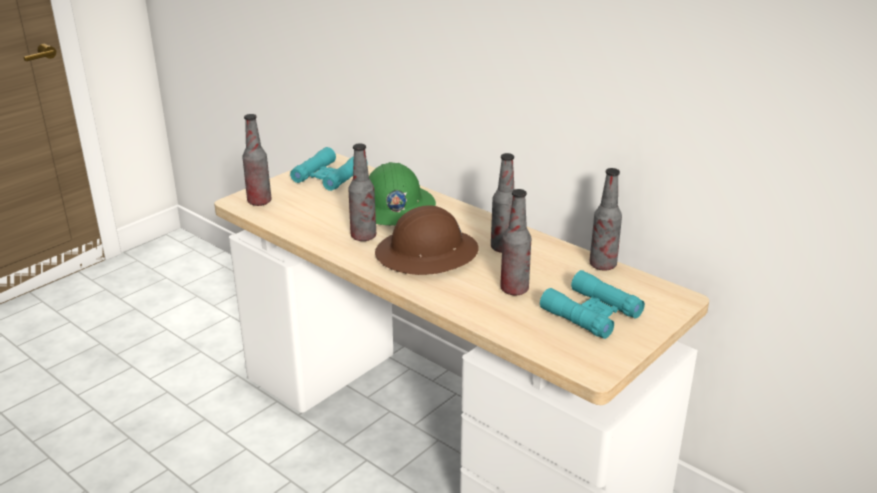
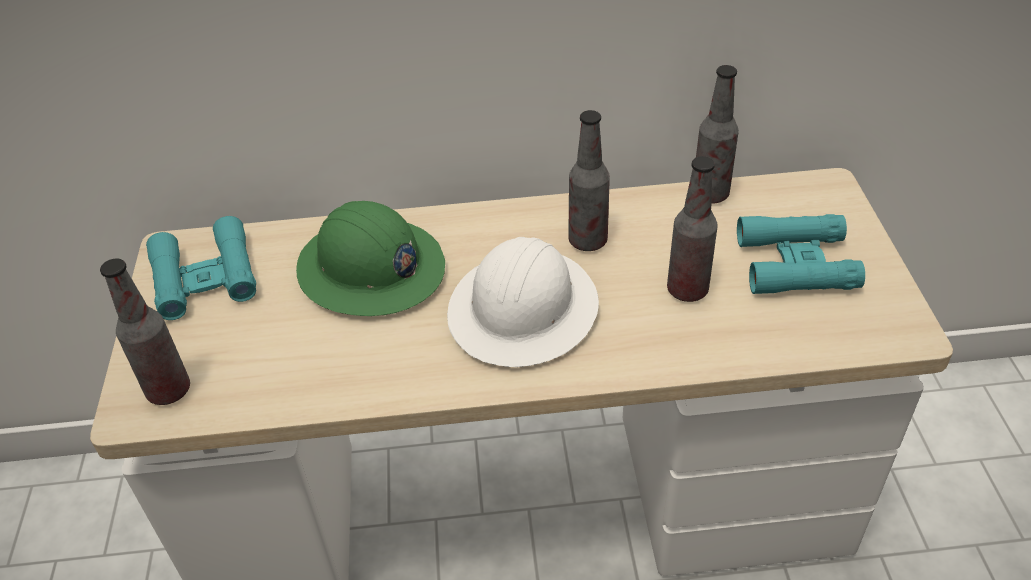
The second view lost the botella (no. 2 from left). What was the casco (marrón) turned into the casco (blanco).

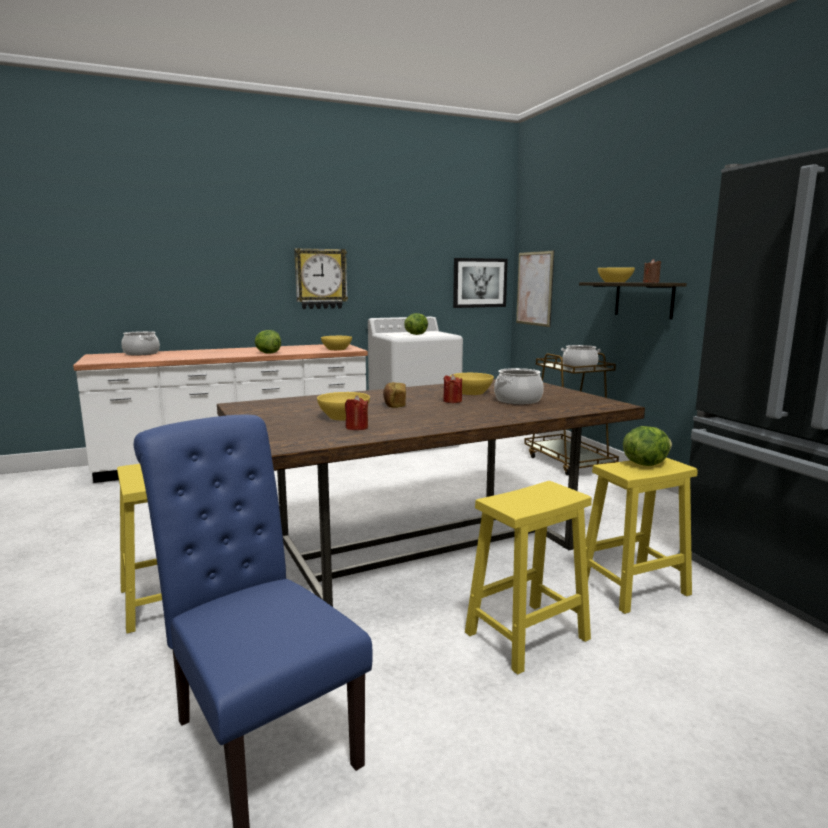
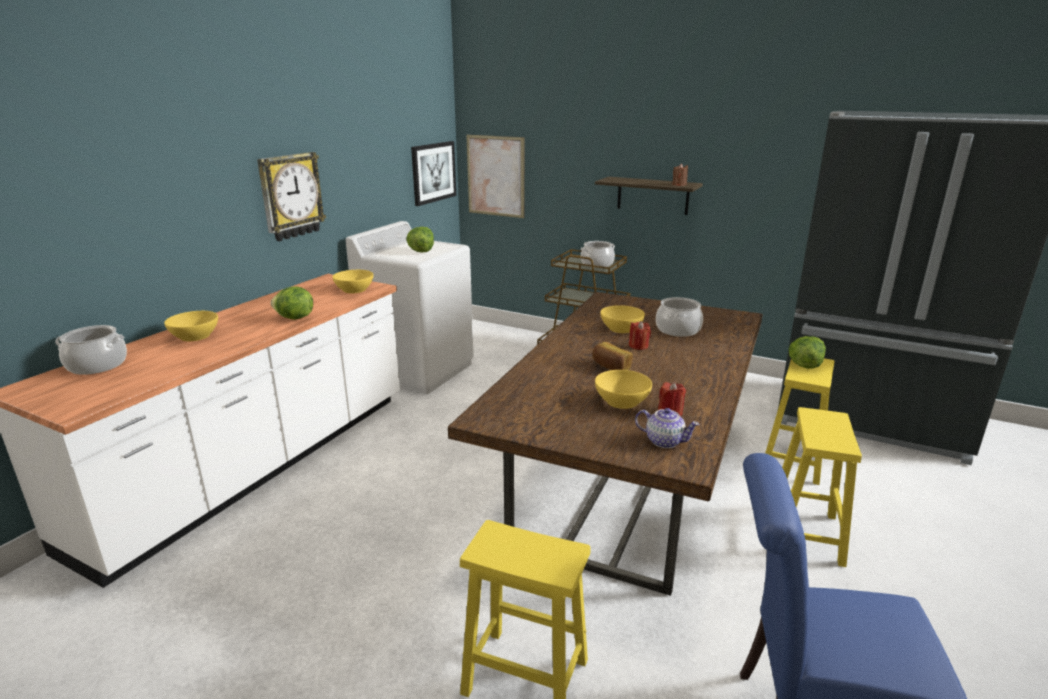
The cuenco (amarillo) (no. 4 from left in the first image) ended up elsewhere. The second view gained the tetera.

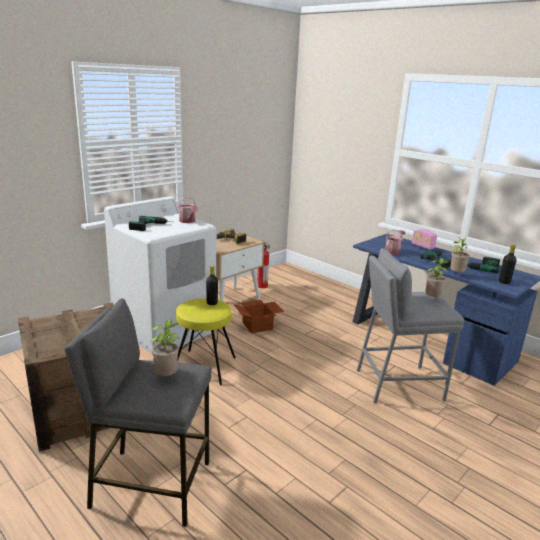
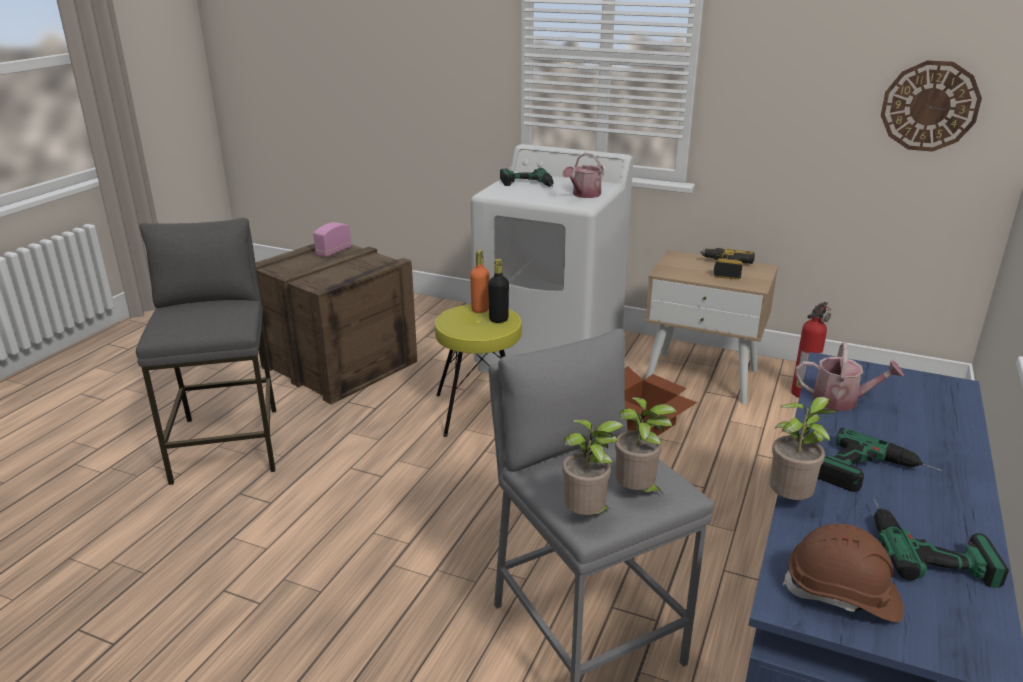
The radio ended up elsewhere. Where the botella (negro) (no. 2 from left) stood, the casco (marrón) came to stand. The planta en maceta (no. 1 from left) ended up elsewhere. The second view gained the reloj de pared. The second view gained the botella (naranja).

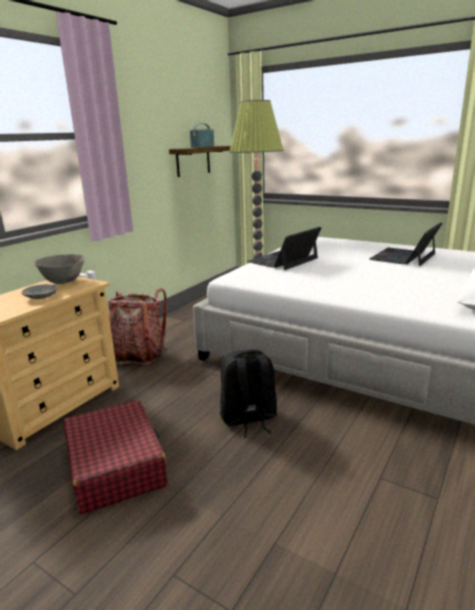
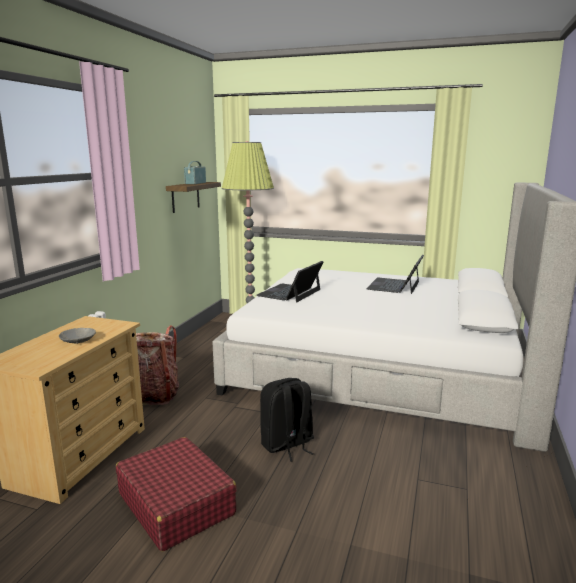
The second view lost the cuenco (gris) (no. 2 from left).

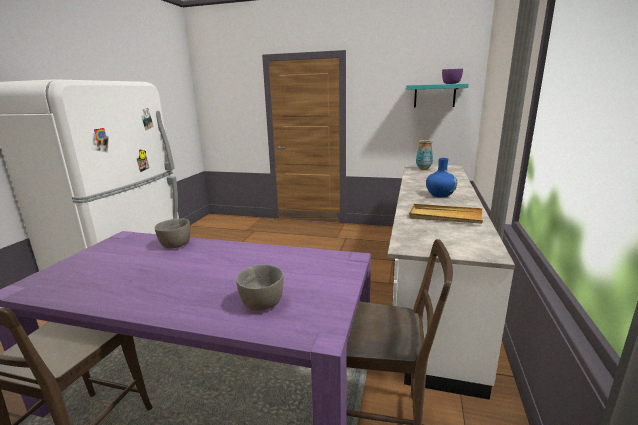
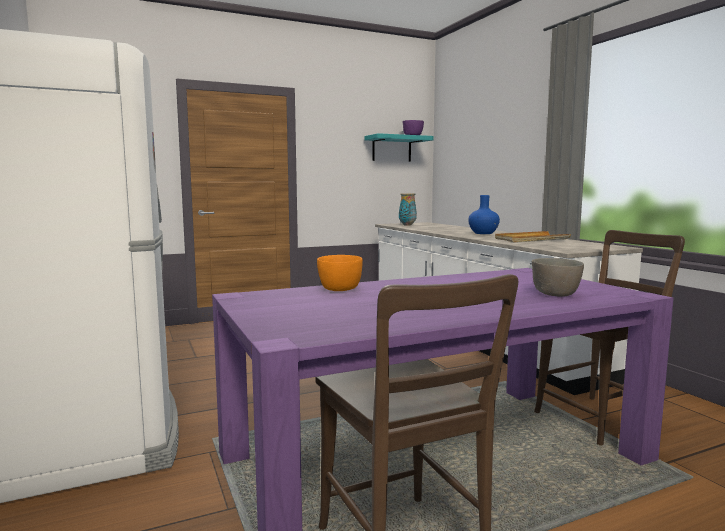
What was the cuenco (gris) (no. 1 from left) turned into the cuenco (naranja).

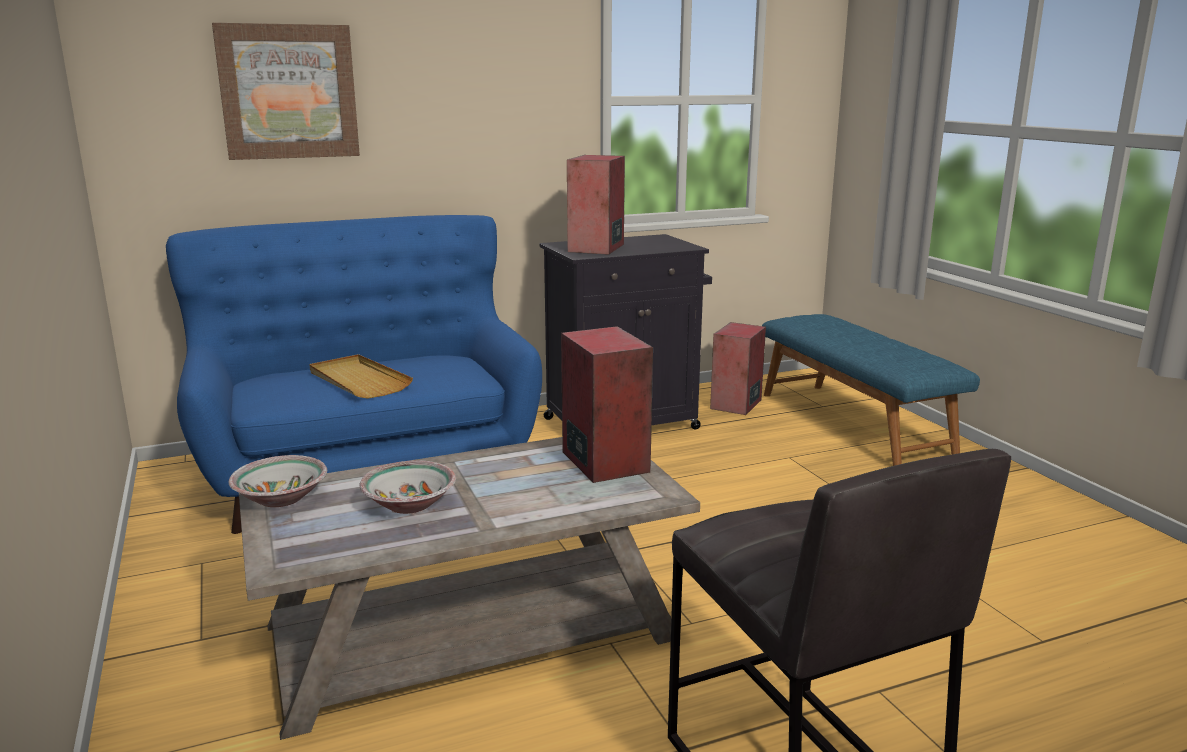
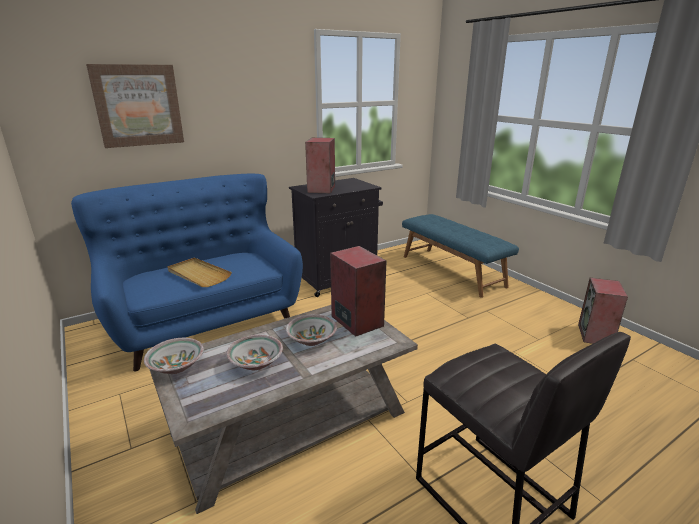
The altavoz (no. 3 from left) ended up elsewhere. The second view gained the cuenco (no. 3 from left).

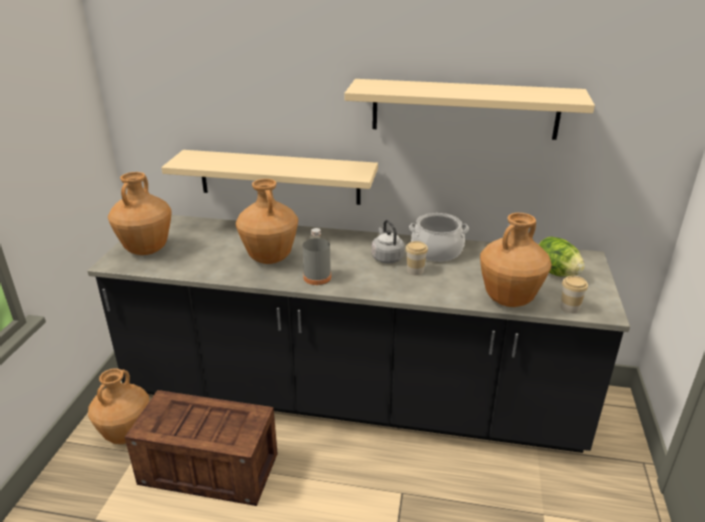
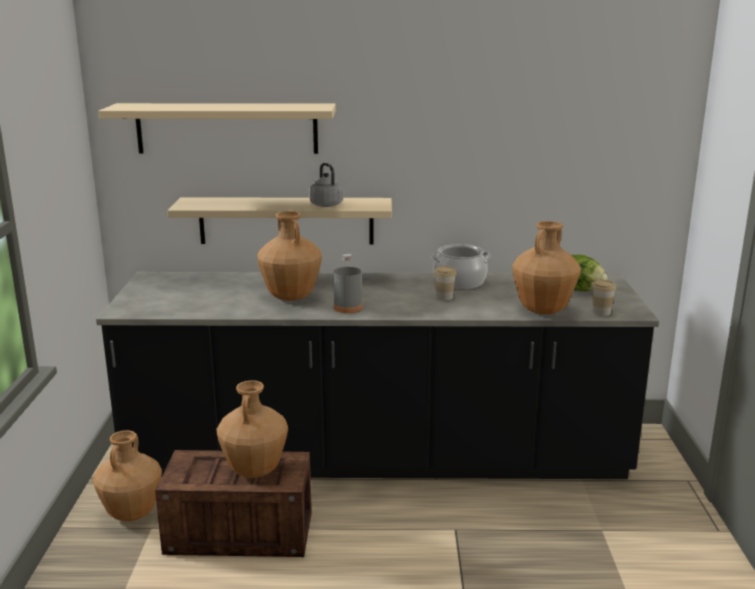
The estante (beis) (no. 2 from left in the first image) ended up elsewhere. The florero (marrón) (no. 2 from left) ended up elsewhere. The hervidor (gris) ended up elsewhere.

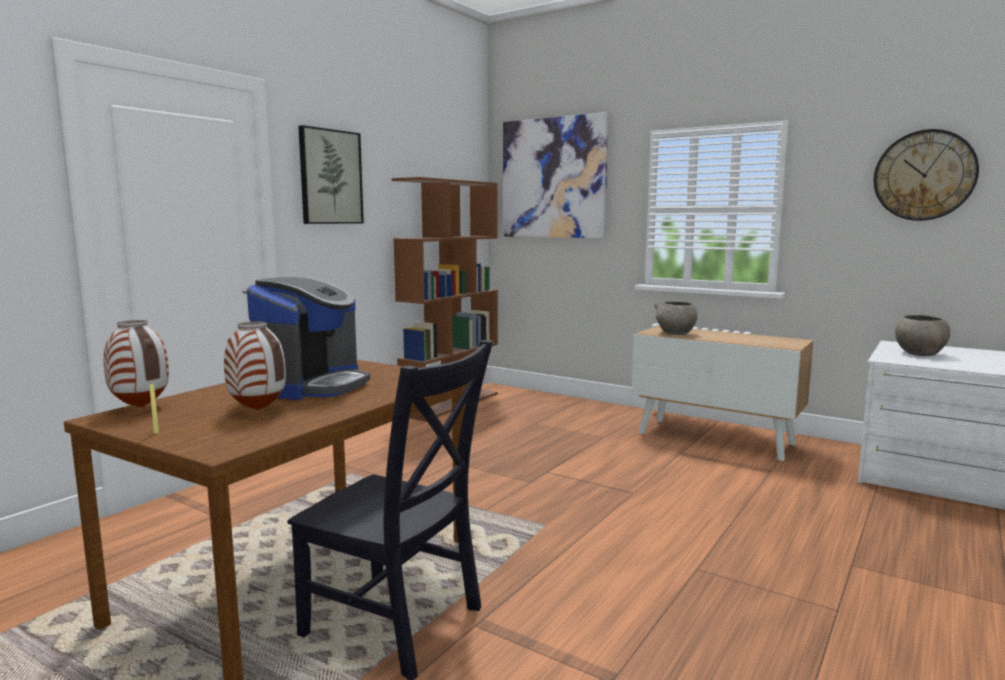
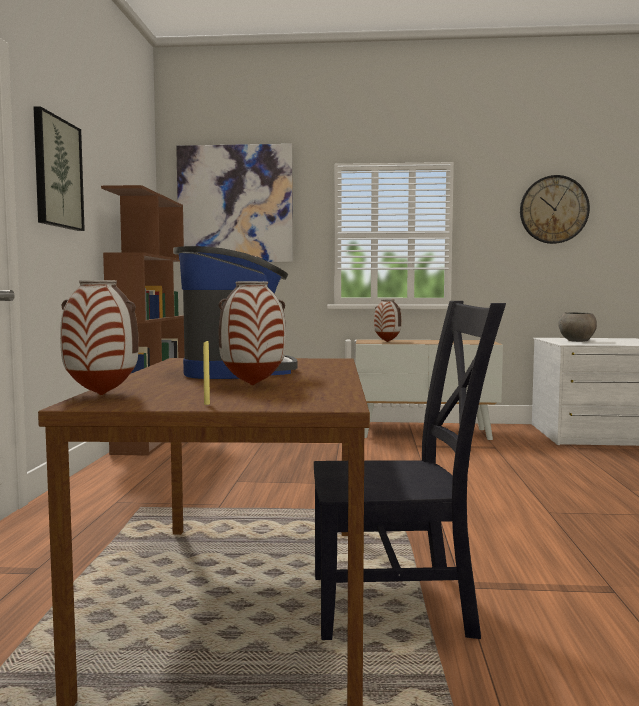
Where the cuenco (gris) (no. 1 from left) stood, the florero (no. 3 from left) came to stand.

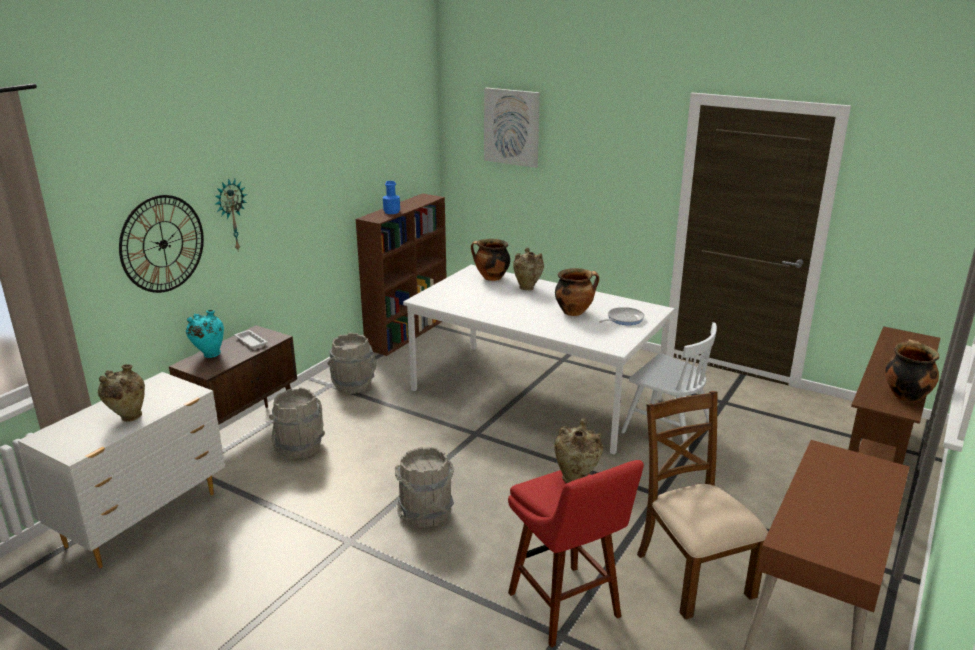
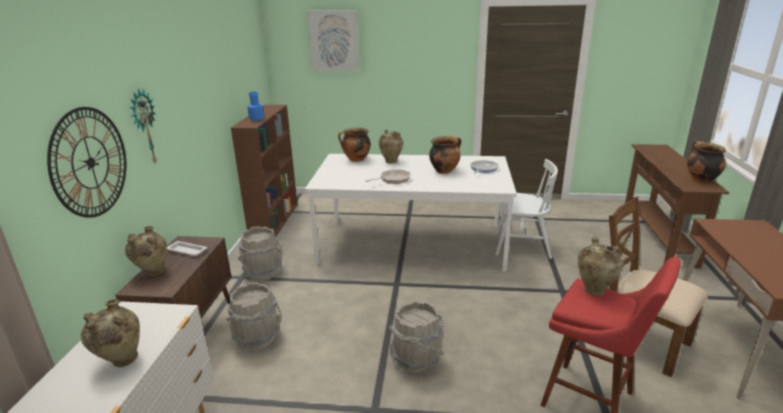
What was the florero (turquesa) turned into the florero (beis) (no. 2 from left). The second view gained the sartén (no. 1 from left).

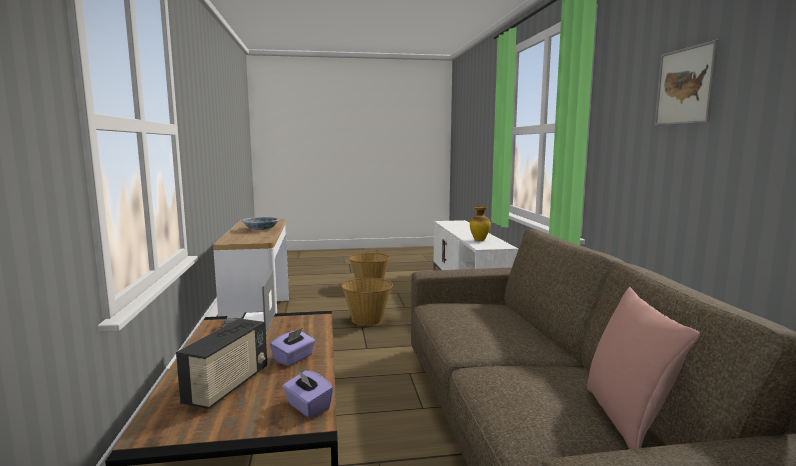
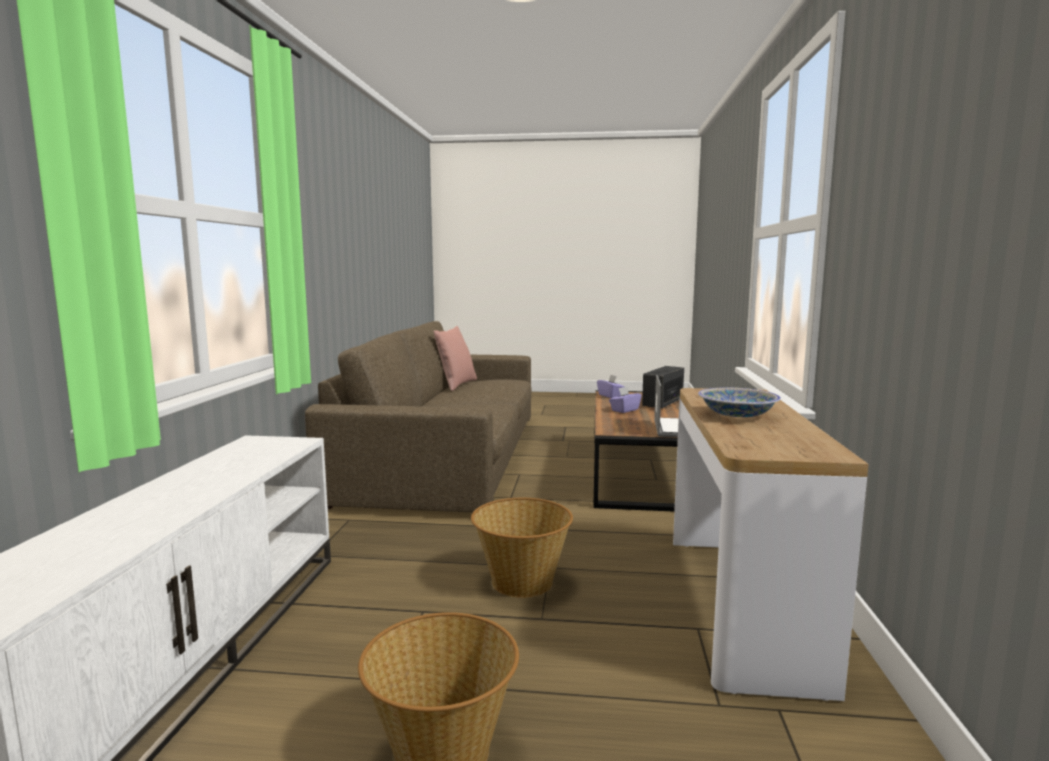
The second view lost the cuadro. The second view lost the florero.

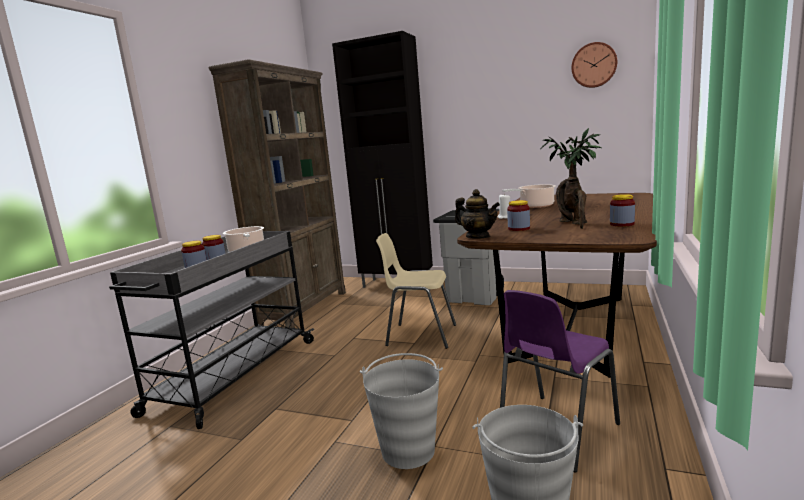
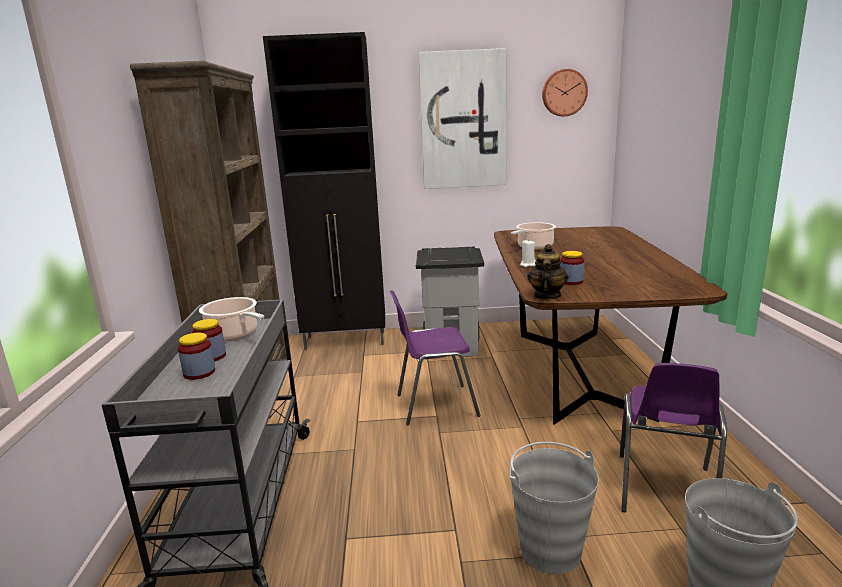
The second view lost the planta en maceta. The tetera ended up facing another way, 90 degrees counterclockwise from before. The second view lost the tarro (no. 4 from left). What was the silla (beis) turned into the silla (morado) (no. 1 from left). The second view gained the cuadro.

